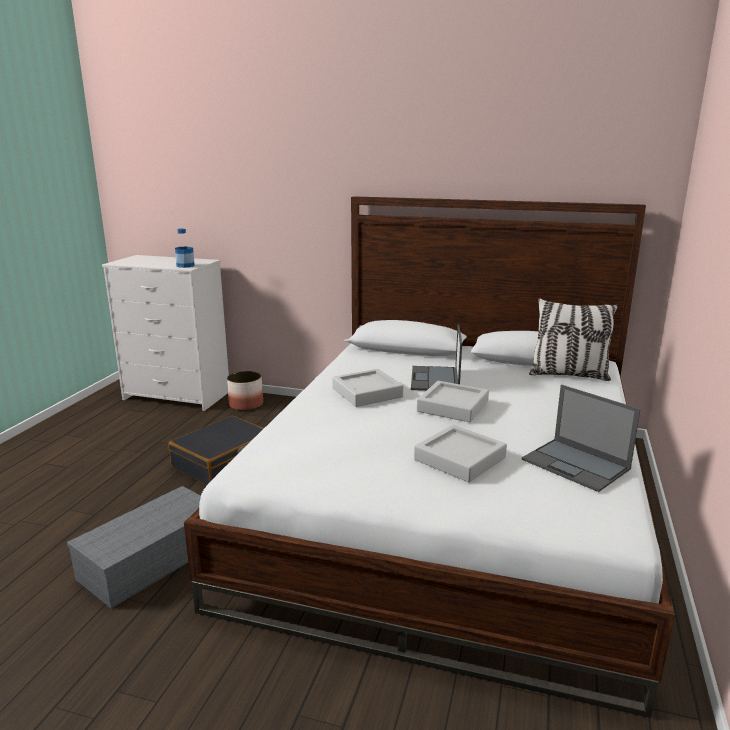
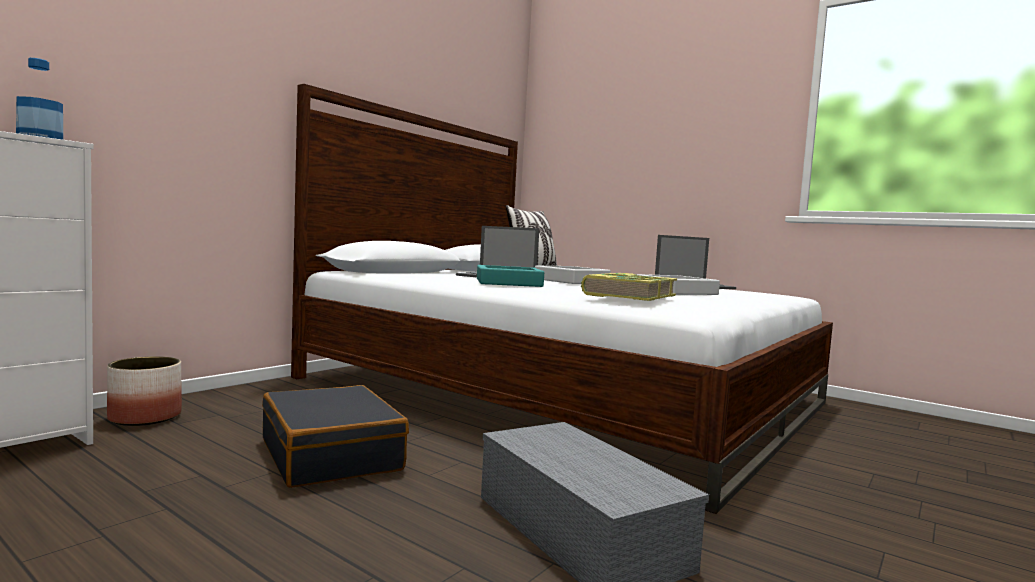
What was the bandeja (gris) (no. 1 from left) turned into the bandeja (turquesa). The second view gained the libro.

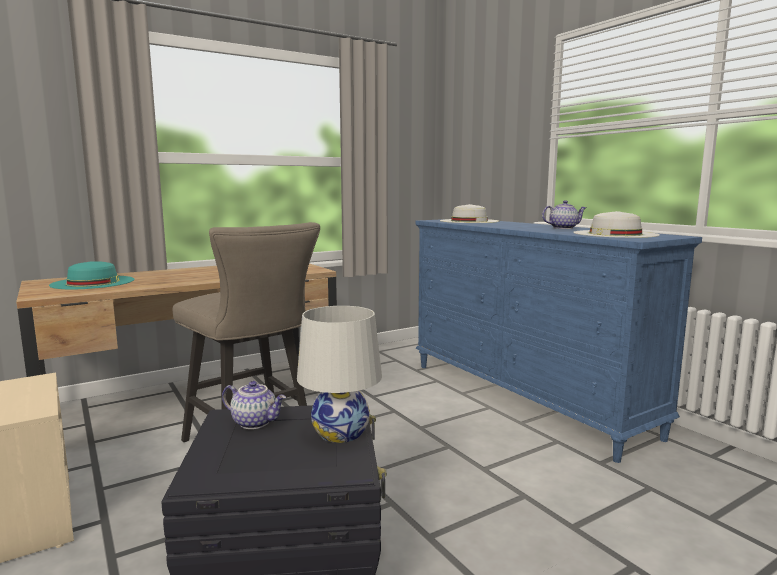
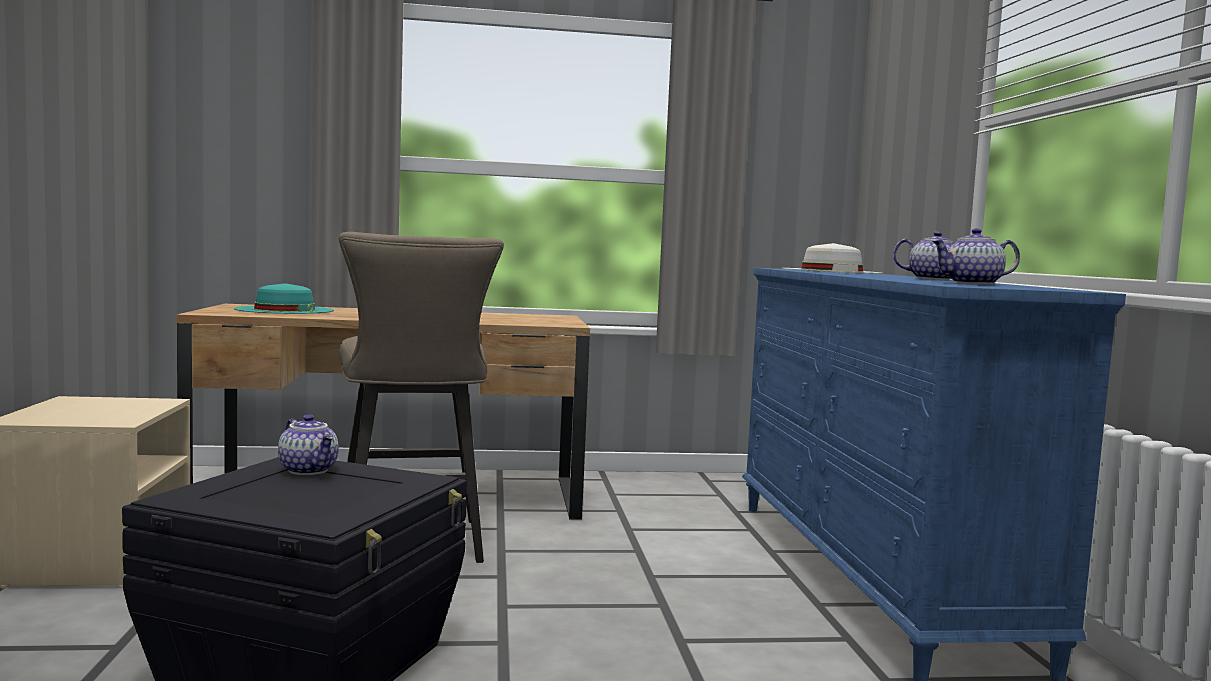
Where the sombrero (blanco) (no. 2 from left) stood, the tetera (no. 3 from left) came to stand. The second view lost the lámpara de mesa (blanco).

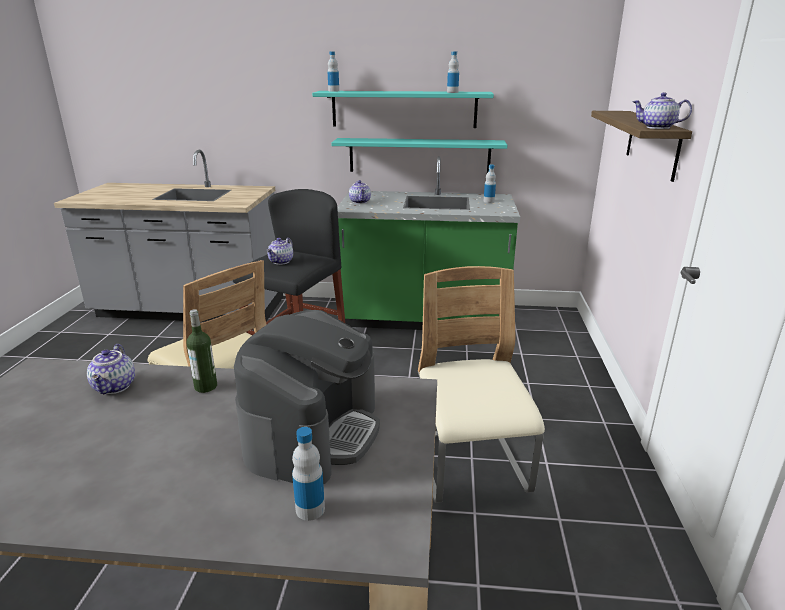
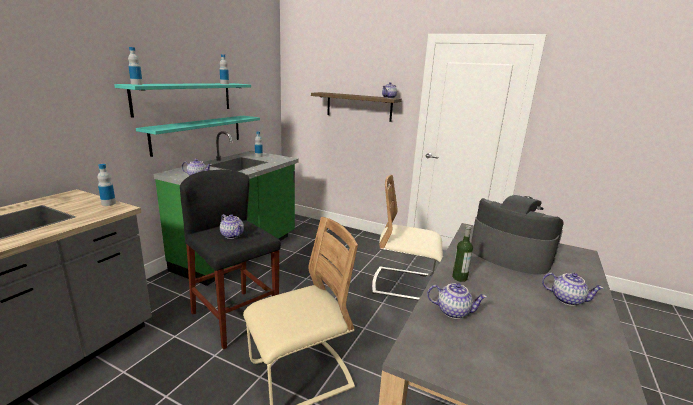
The botella (no. 2 from left in the first image) ended up elsewhere. The second view gained the tetera (no. 5 from left).

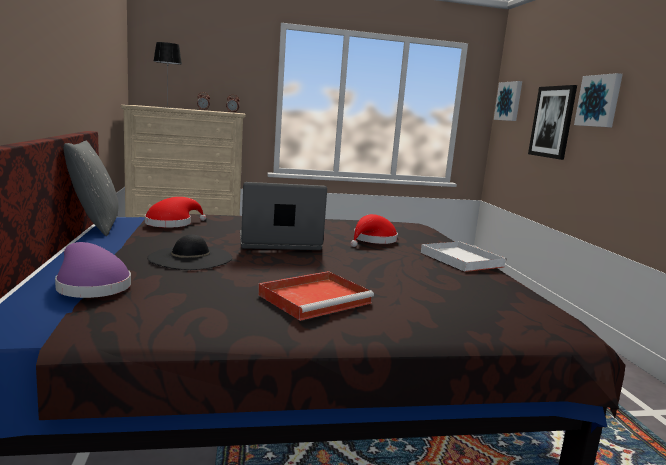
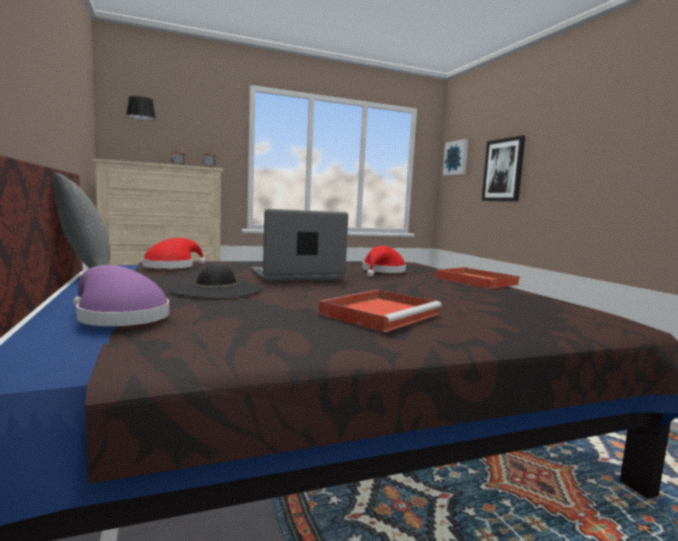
The second view lost the cuadro (no. 3 from left). What was the bandeja (blanco) turned into the bandeja (rojo) (no. 2 from left).

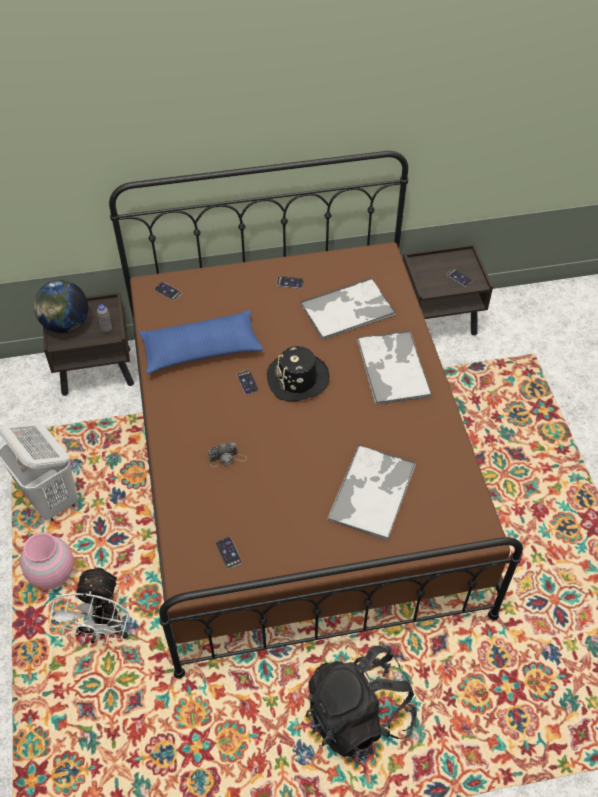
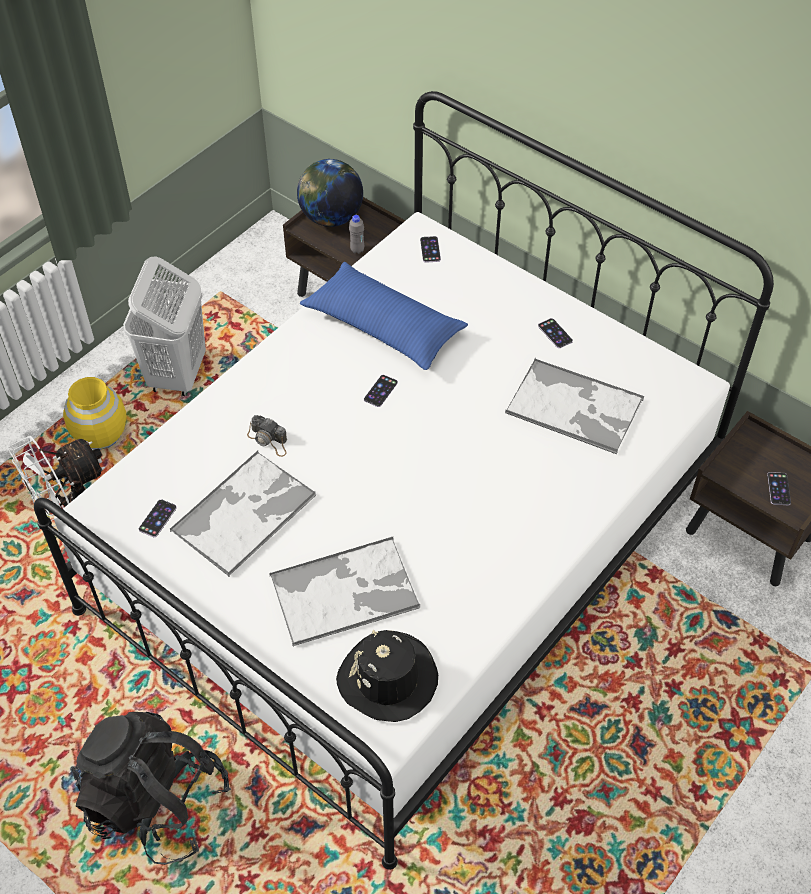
What was the cama (marrón) turned into the cama (blanco). The bandeja (no. 3 from left in the first image) ended up elsewhere. The sombrero (negro) ended up elsewhere. What was the florero (rosa) turned into the florero (amarillo).

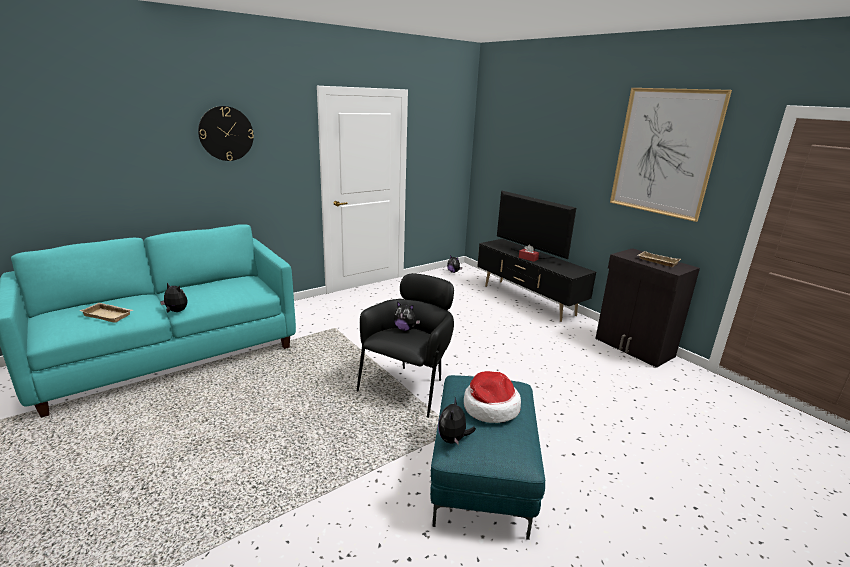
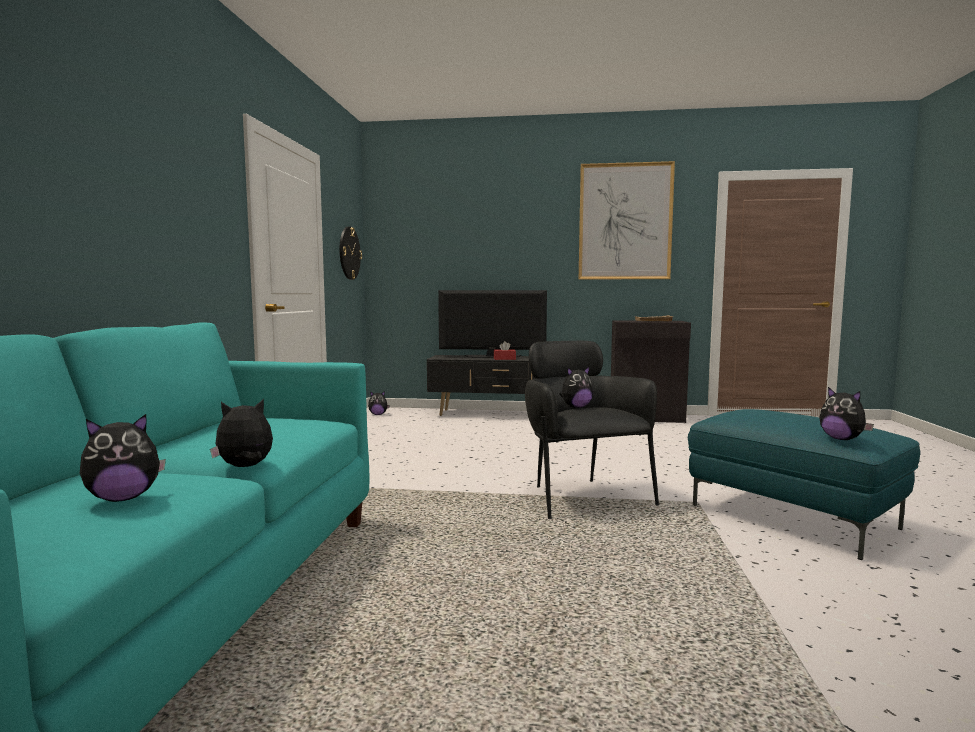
The reloj de pared ended up elsewhere. Where the bandeja (beis) (no. 1 from left) stood, the peluche (no. 1 from left) came to stand. The second view lost the sombrero.

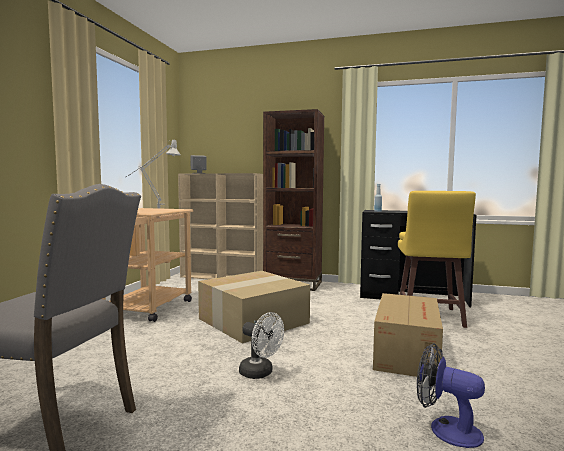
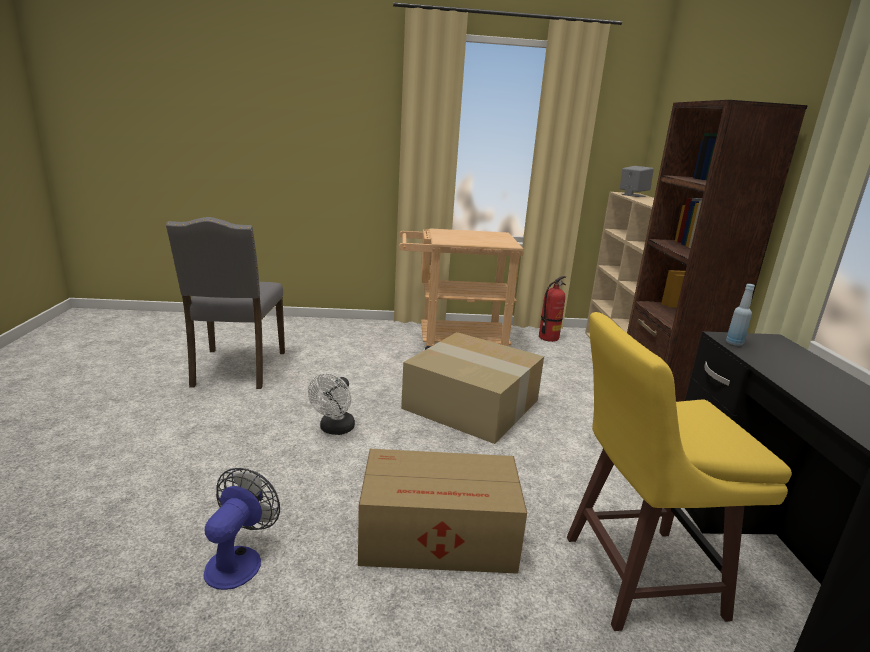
The second view lost the lámpara de mesa (gris). The second view gained the extintor.

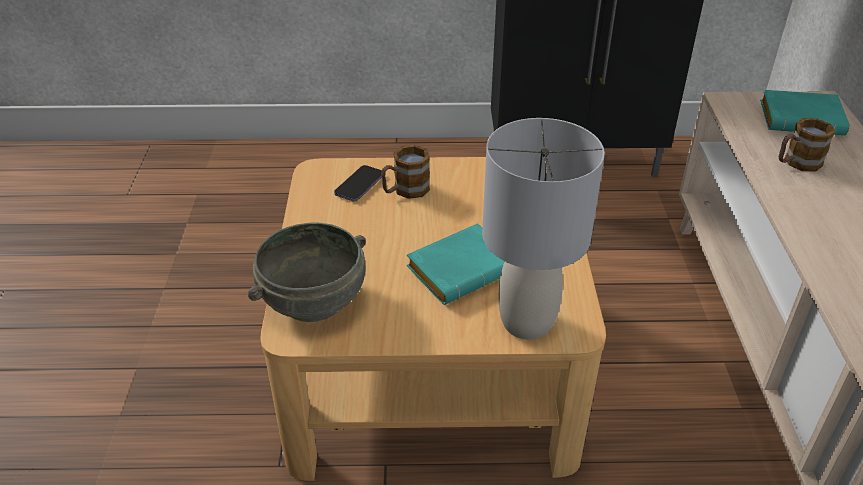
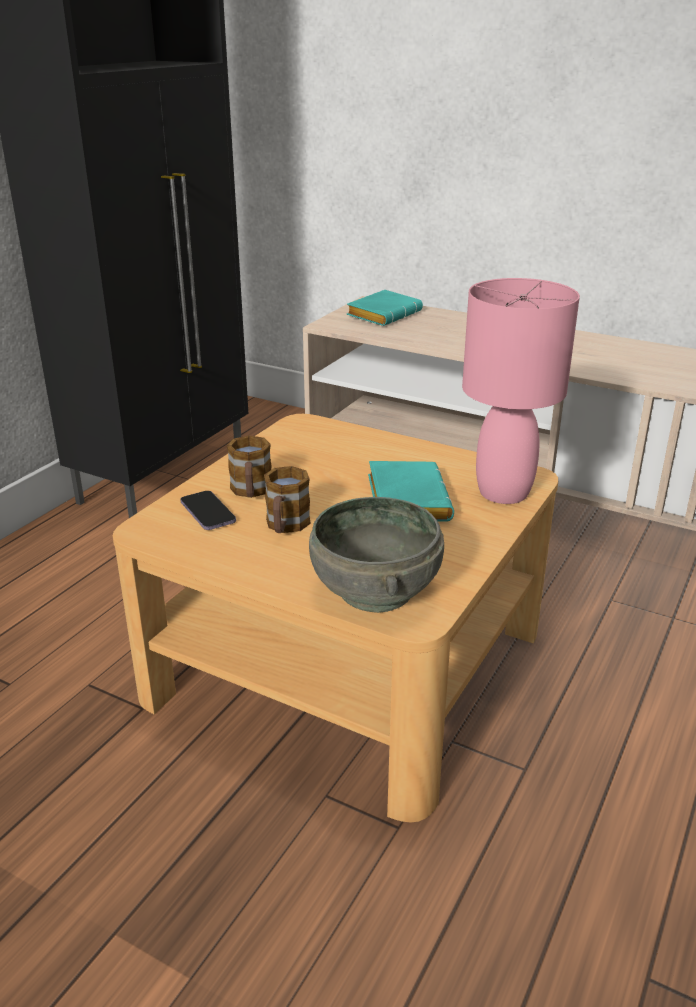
What was the lámpara de mesa (gris) turned into the lámpara de mesa (rosa). The taza grande (no. 2 from left) ended up elsewhere.

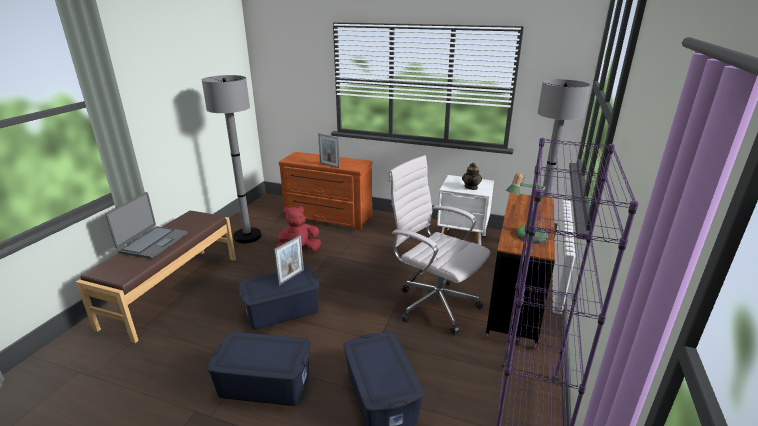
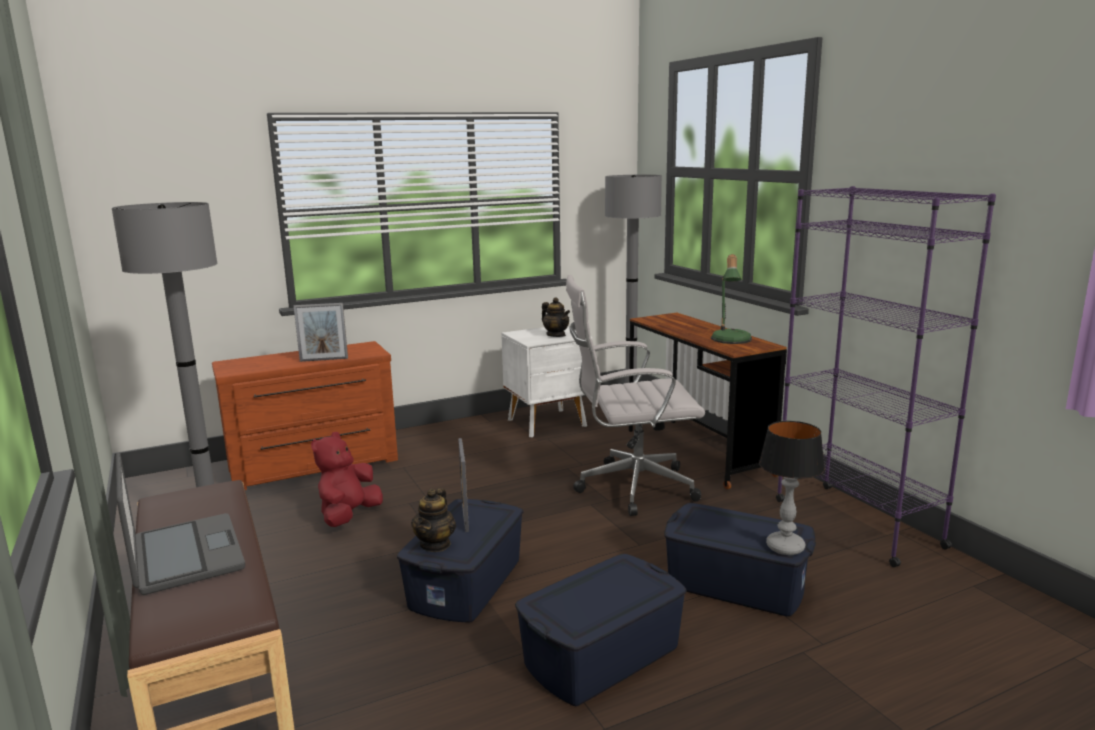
The second view gained the lámpara de mesa (no. 2 from left). The second view gained the tetera (no. 1 from left).

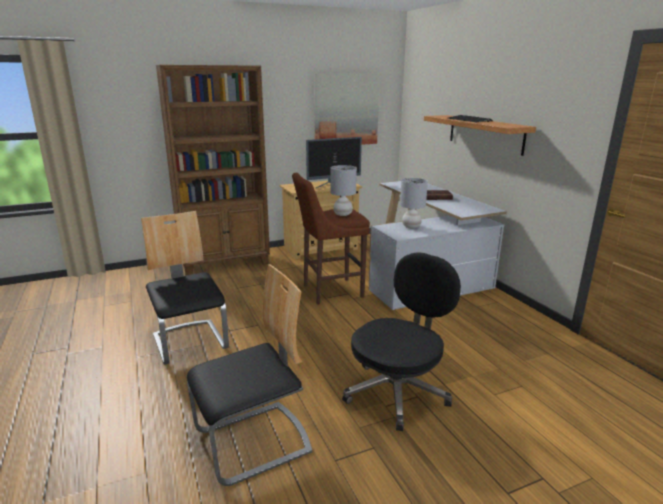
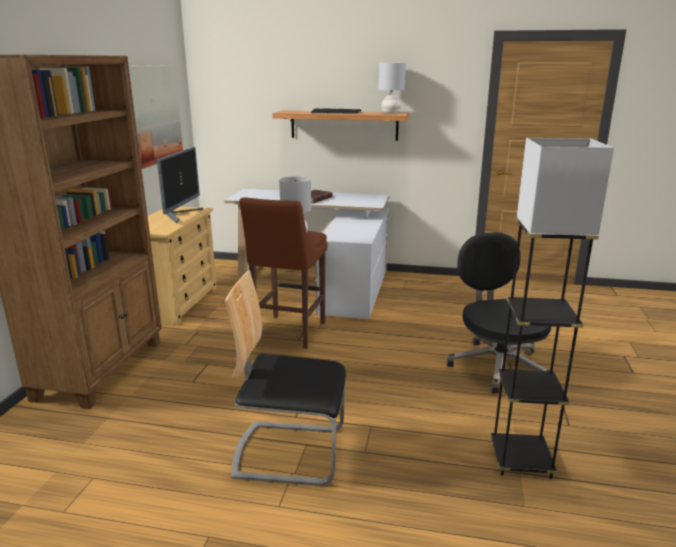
The lámpara de mesa (gris) (no. 2 from left) ended up elsewhere. Where the silla (no. 2 from left) stood, the lámpara de pie (gris) came to stand.

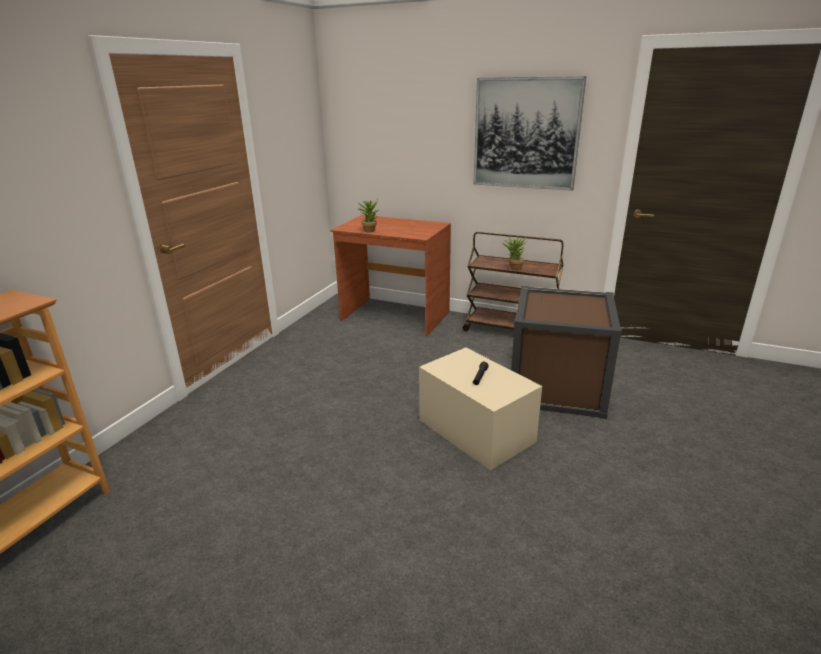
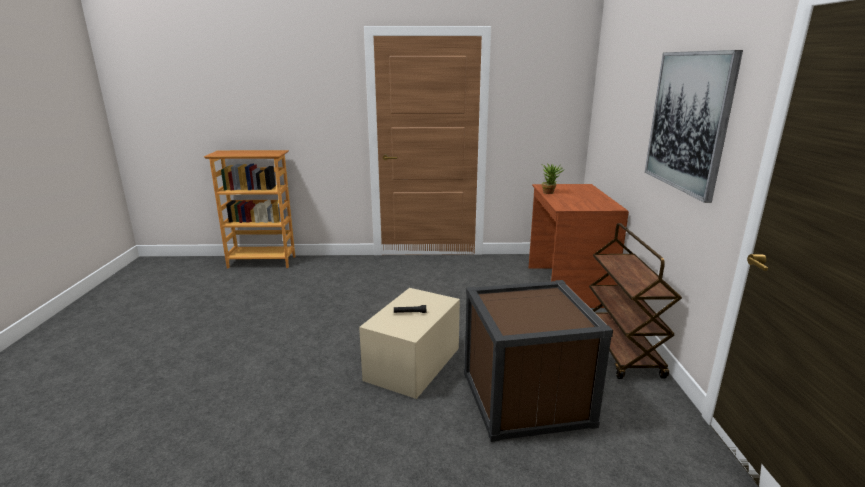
The second view lost the planta en maceta (no. 2 from left).

